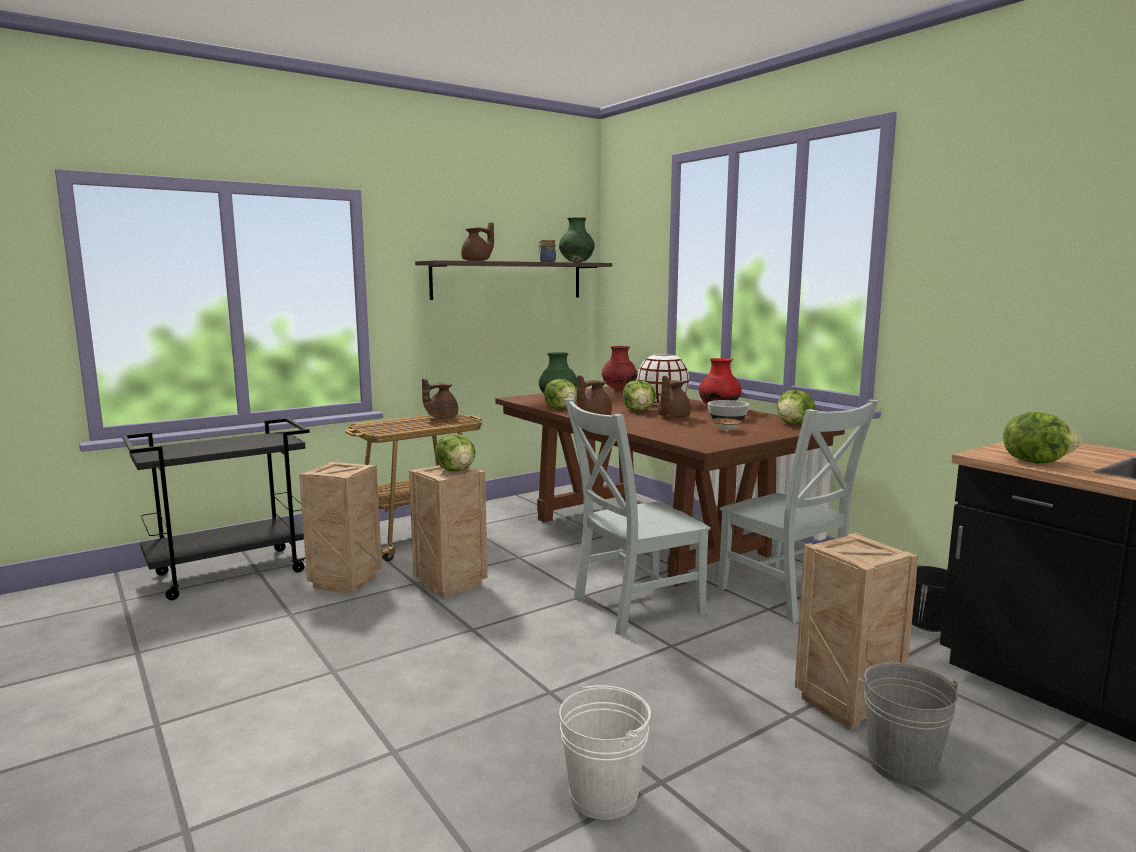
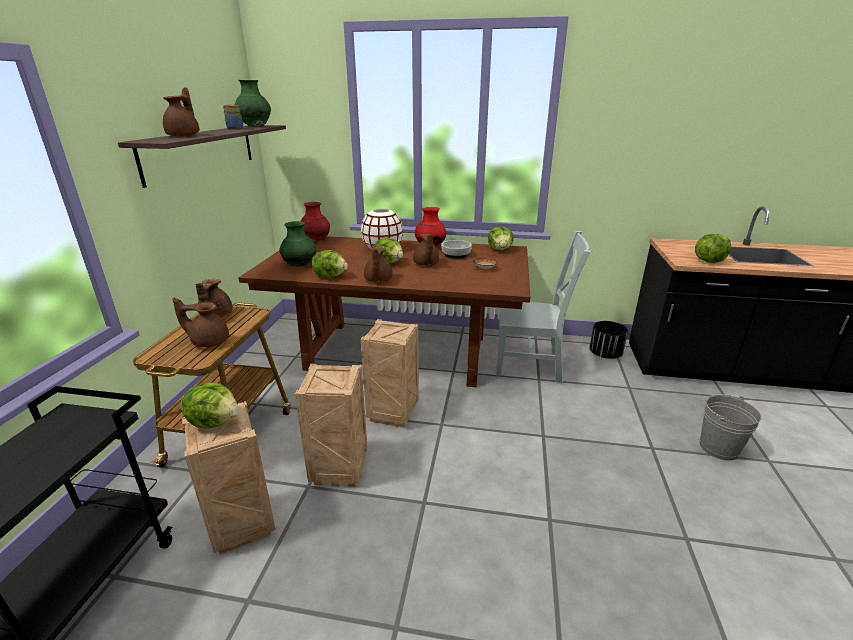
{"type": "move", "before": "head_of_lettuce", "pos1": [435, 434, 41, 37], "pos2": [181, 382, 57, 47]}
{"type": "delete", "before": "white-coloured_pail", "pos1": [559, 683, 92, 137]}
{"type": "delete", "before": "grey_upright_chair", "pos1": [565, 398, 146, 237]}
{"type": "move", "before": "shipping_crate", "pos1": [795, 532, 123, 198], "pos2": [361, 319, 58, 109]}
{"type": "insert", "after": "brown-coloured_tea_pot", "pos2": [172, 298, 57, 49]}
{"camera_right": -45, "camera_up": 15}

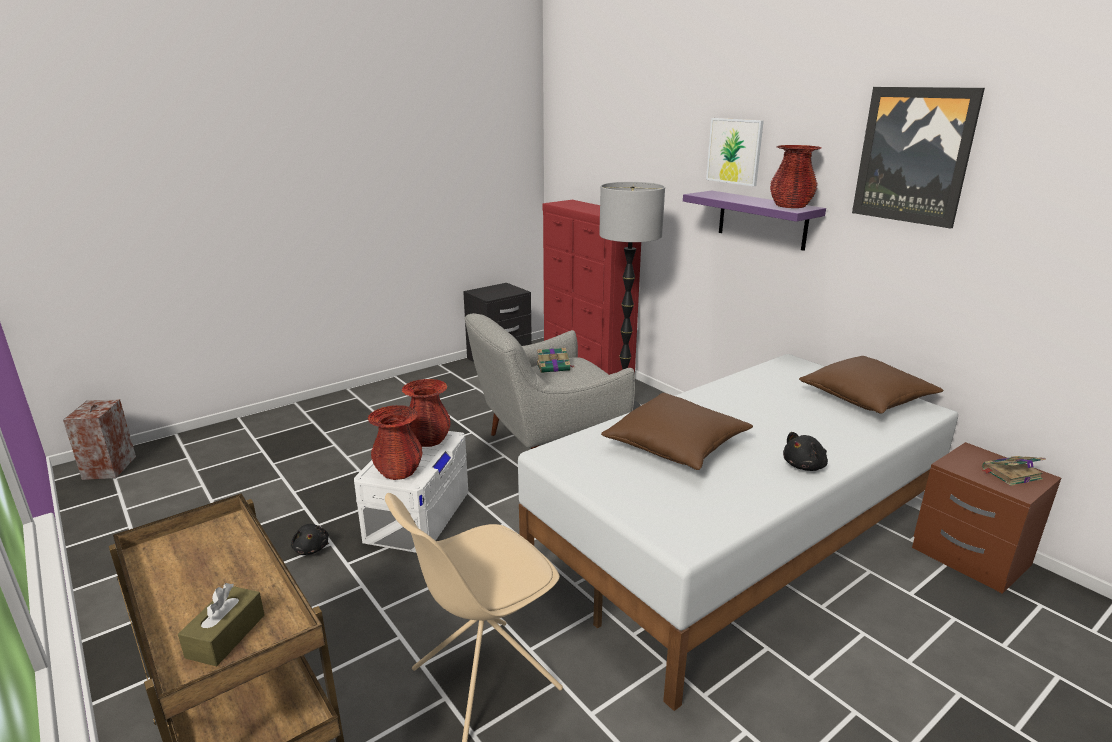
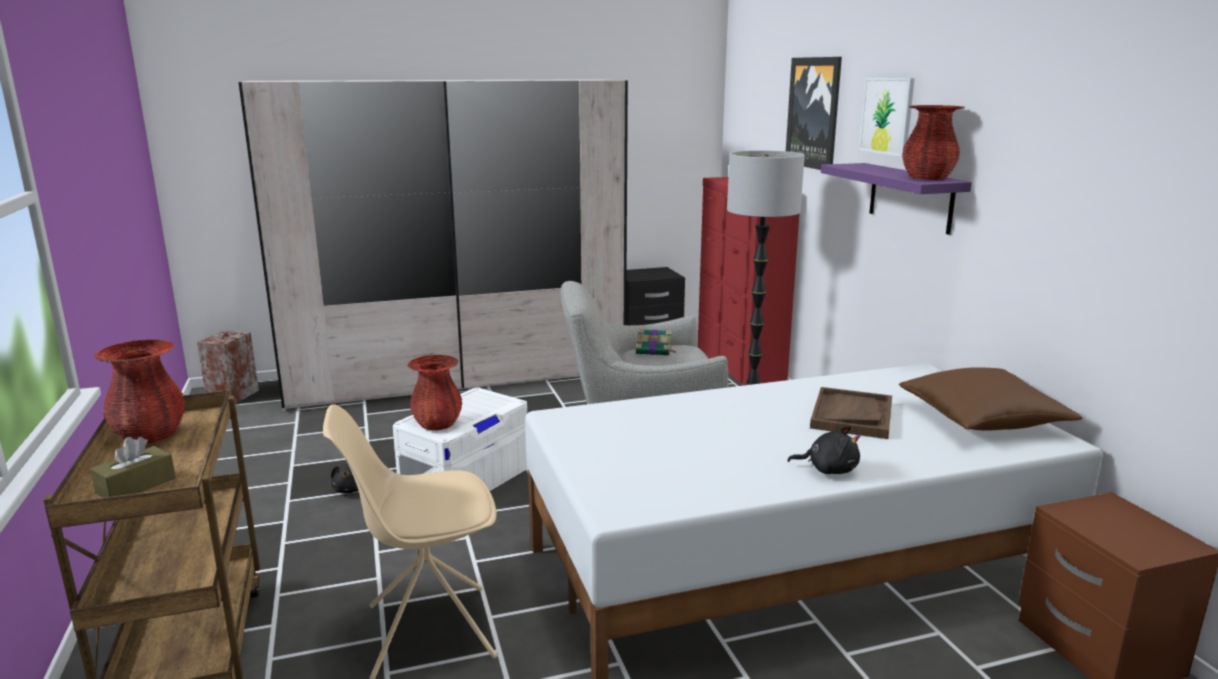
{"type": "move", "before": "reddish_decorative_vase", "pos1": [402, 379, 49, 68], "pos2": [94, 339, 91, 104]}
{"type": "delete", "before": "brown-coloured_cushion", "pos1": [601, 393, 152, 77]}
{"type": "rotate", "before": "blackish_soft_toy", "pos1": [783, 432, 45, 39], "pos2": [788, 426, 72, 48], "turn": -150}
{"type": "move", "before": "wall_art", "pos1": [852, 87, 133, 141], "pos2": [786, 57, 56, 113]}
{"type": "delete", "before": "volume", "pos1": [982, 456, 64, 30]}
{"type": "insert", "after": "white-coloured_clothes_cupboard", "pos2": [238, 79, 390, 332]}
{"type": "insert", "after": "brown-coloured_tray", "pos2": [810, 387, 82, 52]}
{"camera_right": 20, "camera_up": -5}

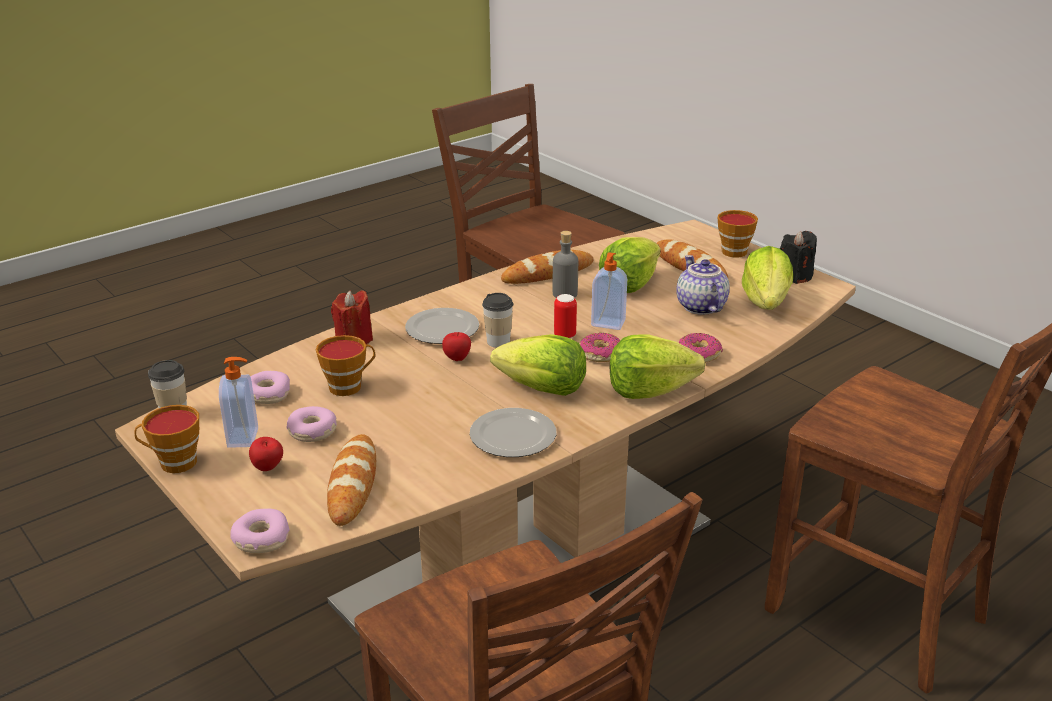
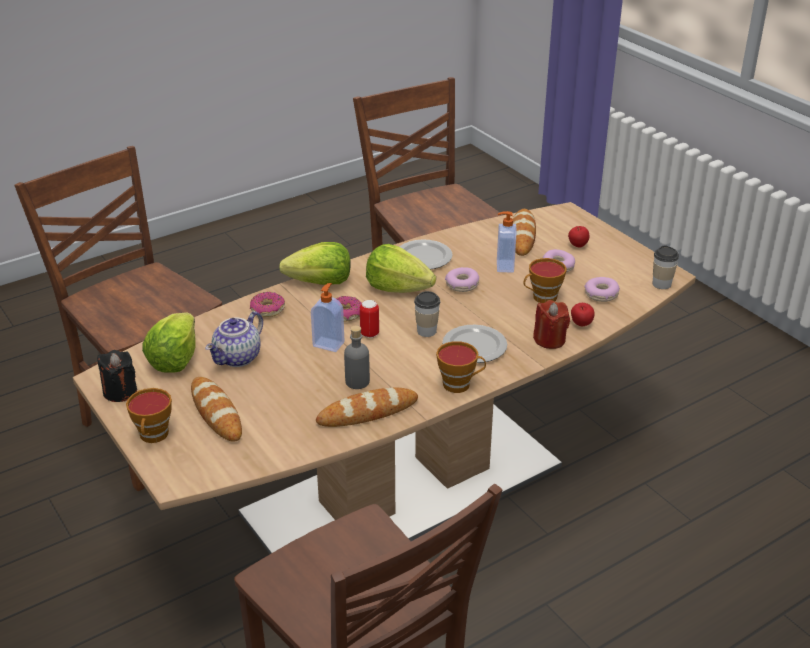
{"type": "move", "before": "cup", "pos1": [134, 405, 65, 68], "pos2": [436, 341, 50, 52]}
{"type": "move", "before": "soap_dispenser", "pos1": [219, 357, 39, 91], "pos2": [497, 211, 19, 62]}
{"type": "move", "before": "doughnut", "pos1": [230, 508, 60, 45], "pos2": [445, 267, 34, 25]}
{"type": "move", "before": "apple", "pos1": [442, 332, 29, 29], "pos2": [571, 303, 24, 23]}
{"type": "delete", "before": "head_of_lettuce", "pos1": [599, 237, 62, 56]}
{"type": "rotate", "before": "tea_pot", "pos1": [676, 255, 54, 60], "pos2": [205, 311, 58, 56], "turn": 45}
{"camera_right": -175, "camera_up": 5}

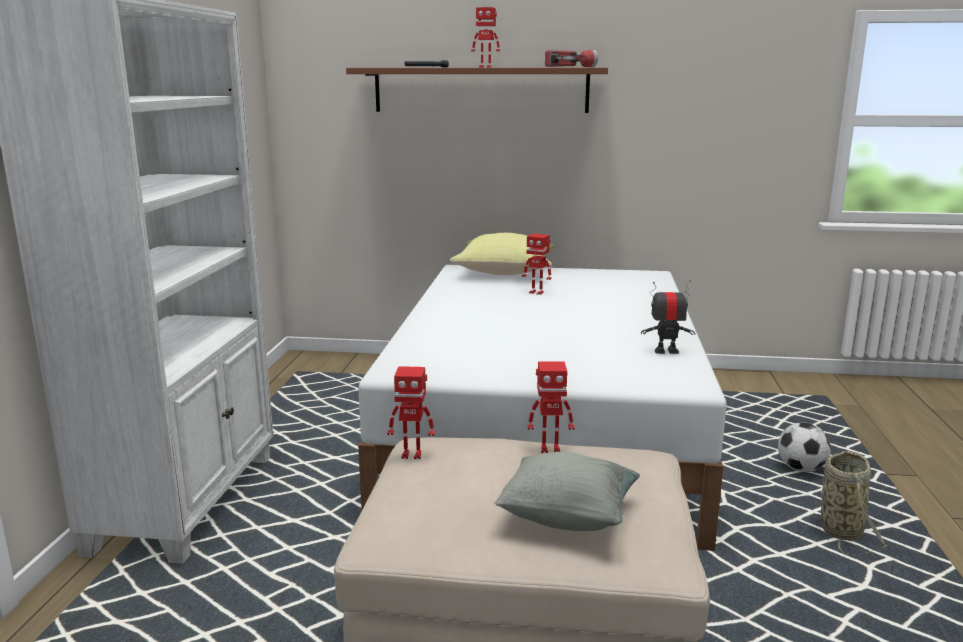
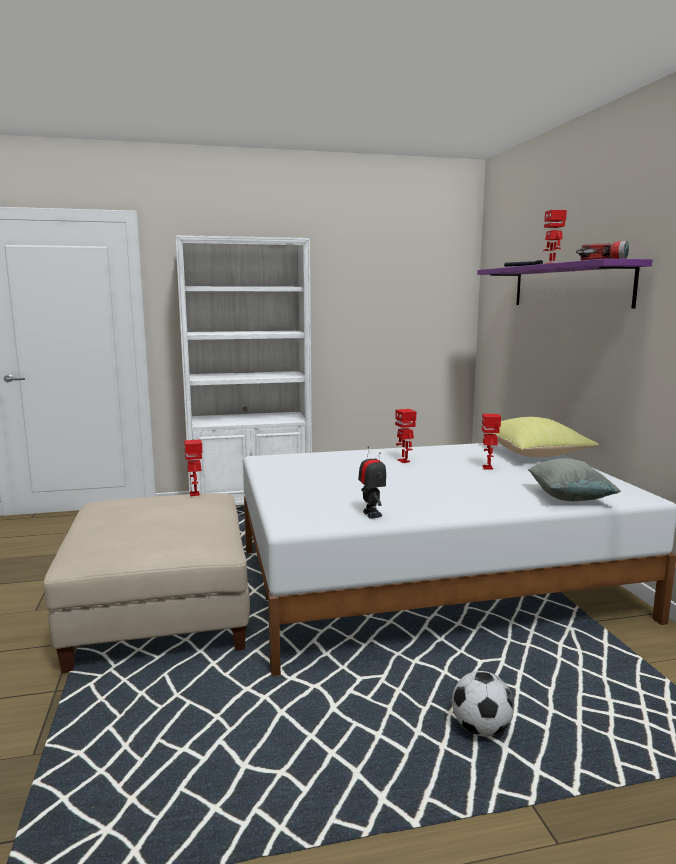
{"type": "recolor", "before": "brown-coloured_bracket_shelf", "after": "purplish_bracket_shelf", "pos1": [346, 68, 262, 45], "pos2": [477, 259, 175, 50]}
{"type": "move", "before": "grey_cushion", "pos1": [494, 452, 146, 79], "pos2": [528, 458, 93, 43]}
{"type": "move", "before": "model_robot", "pos1": [528, 362, 47, 91], "pos2": [395, 409, 21, 54]}
{"type": "delete", "before": "storage_basket", "pos1": [821, 451, 66, 104]}
{"camera_right": 70, "camera_up": -5}

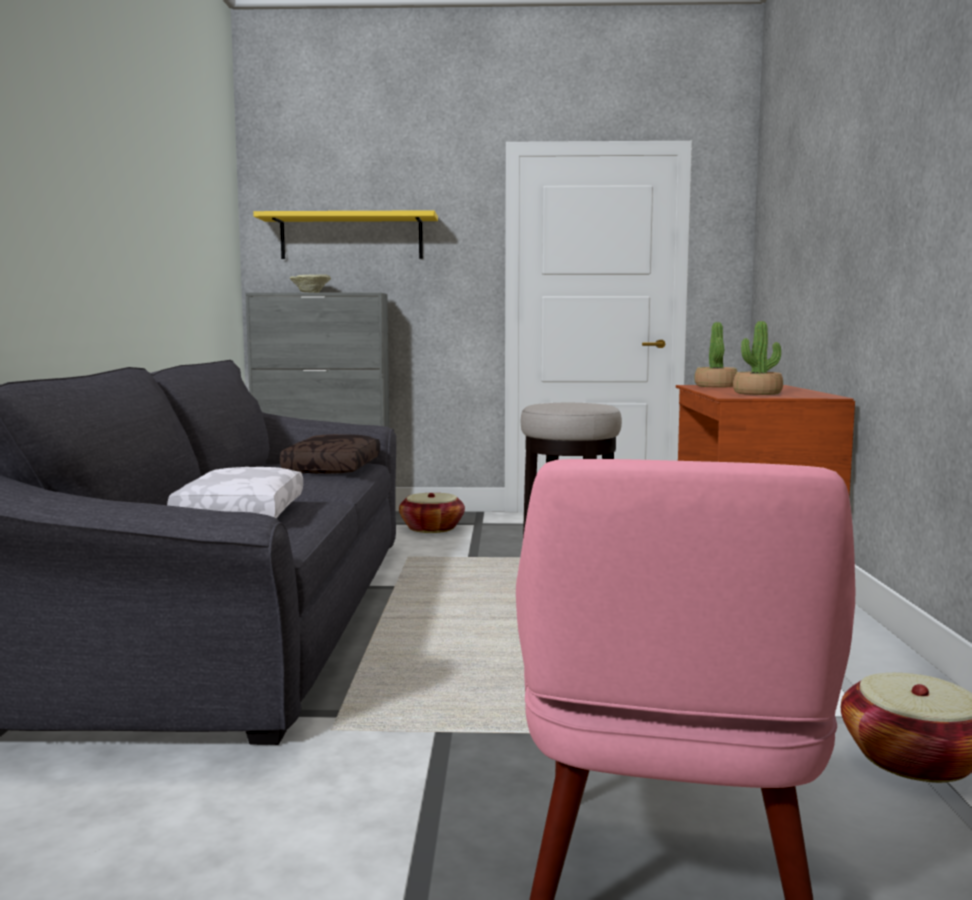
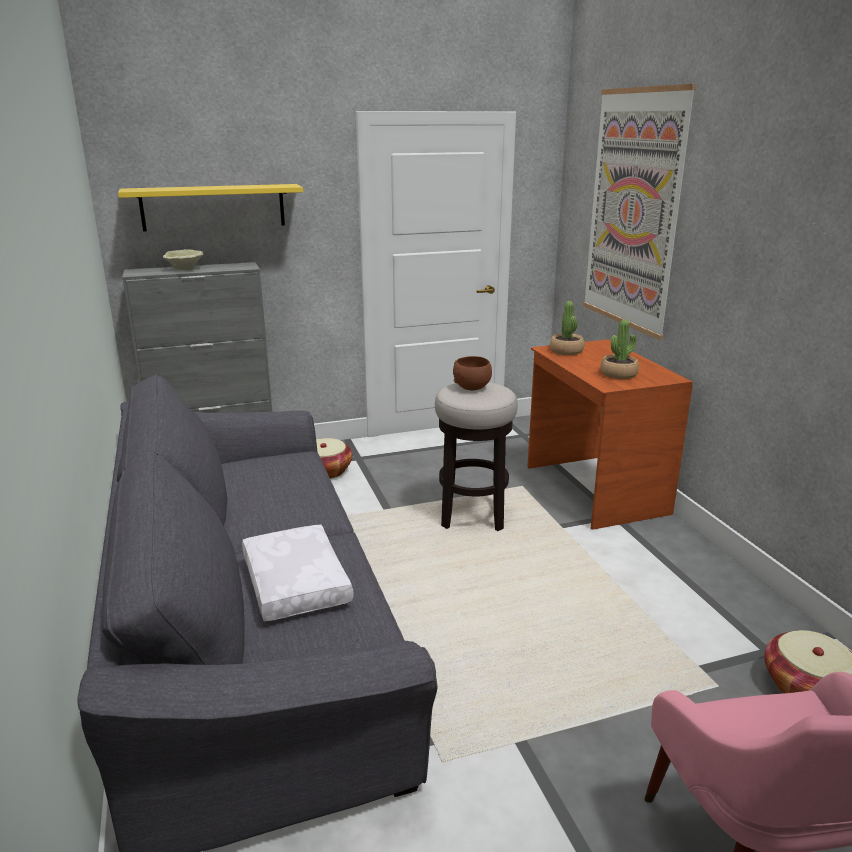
{"type": "delete", "before": "brown-coloured_cushion", "pos1": [280, 434, 100, 40]}
{"type": "insert", "after": "brown-coloured_deep_dish", "pos2": [453, 356, 39, 34]}
{"type": "insert", "after": "wall_art", "pos2": [583, 84, 113, 256]}
{"camera_right": -20, "camera_up": 15}

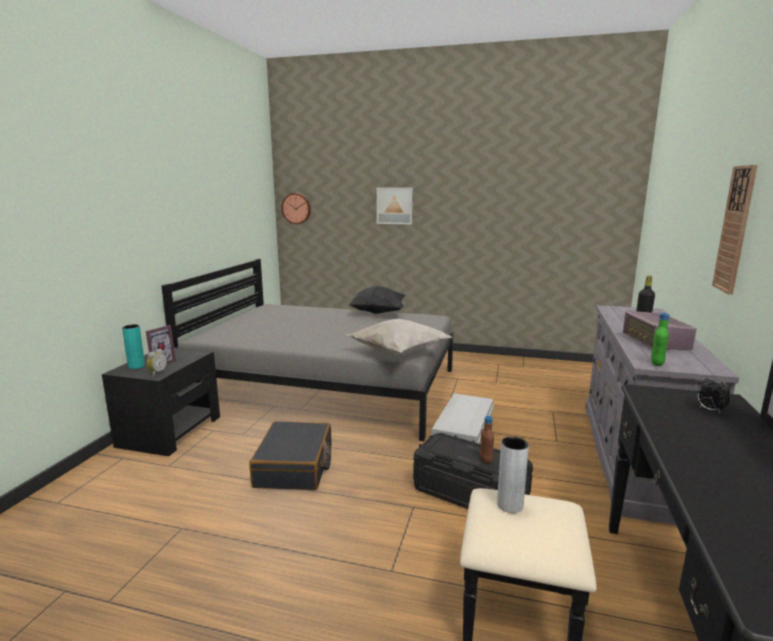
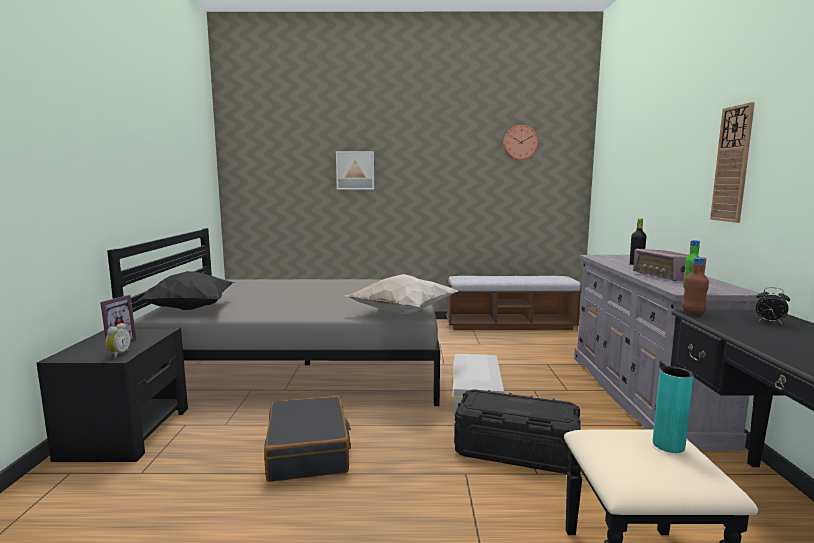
{"type": "move", "before": "turquoise-coloured_decorative_vase", "pos1": [122, 324, 23, 45], "pos2": [653, 366, 41, 87]}
{"type": "move", "before": "clock_on_the_wall", "pos1": [281, 193, 30, 31], "pos2": [504, 125, 34, 35]}
{"type": "move", "before": "blackish_cushion", "pos1": [348, 286, 58, 28], "pos2": [138, 271, 97, 39]}
{"type": "move", "before": "brown-coloured_bottle", "pos1": [480, 416, 14, 48], "pos2": [682, 257, 27, 58]}
{"type": "delete", "before": "grey_decorative_vase", "pos1": [497, 437, 32, 76]}
{"type": "insert", "after": "long_seat", "pos2": [446, 276, 136, 54]}
{"camera_right": -15, "camera_up": -5}

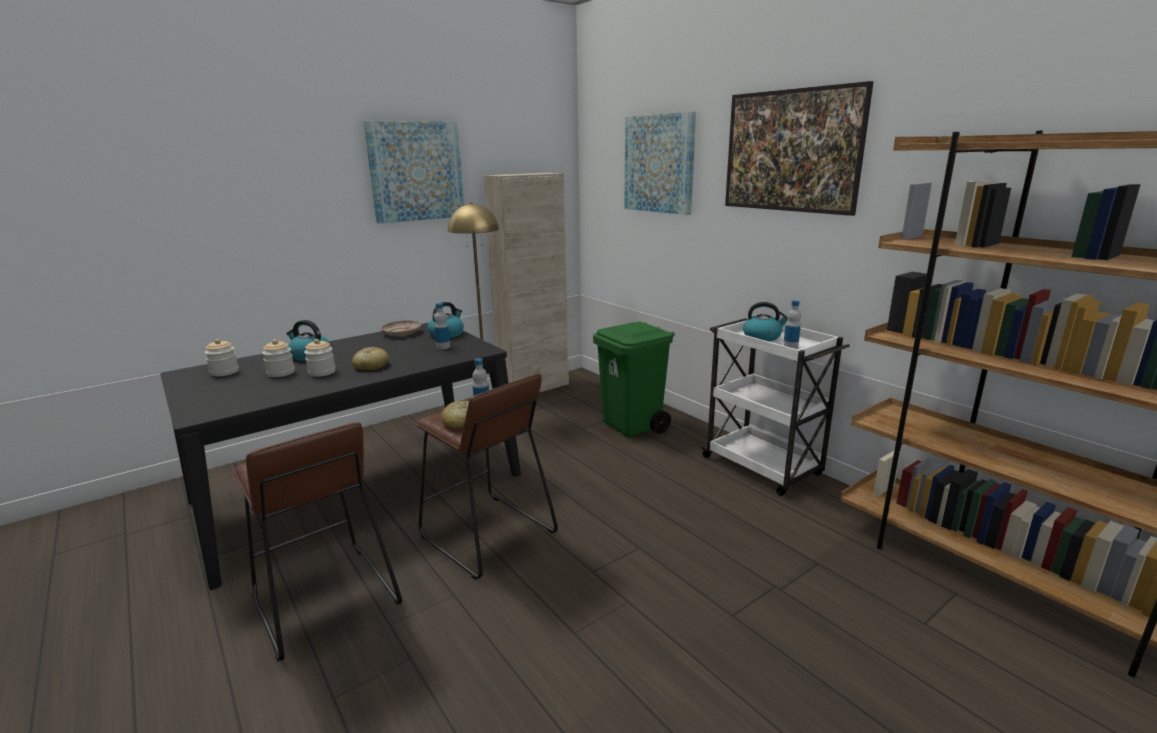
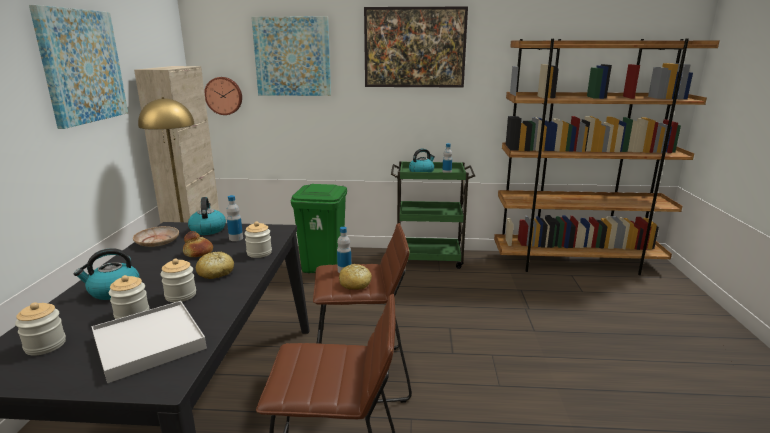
{"type": "recolor", "before": "white-coloured_wheeled_cart", "after": "green-coloured_wheeled_cart", "pos1": [700, 318, 150, 178], "pos2": [391, 161, 84, 108]}
{"type": "insert", "after": "white-coloured_tray", "pos2": [92, 301, 115, 82]}
{"type": "insert", "after": "bread", "pos2": [183, 231, 30, 26]}
{"type": "insert", "after": "clock_on_the_wall", "pos2": [204, 77, 38, 38]}
{"type": "insert", "after": "jar", "pos2": [244, 222, 28, 36]}
{"camera_right": -50, "camera_up": 0}

